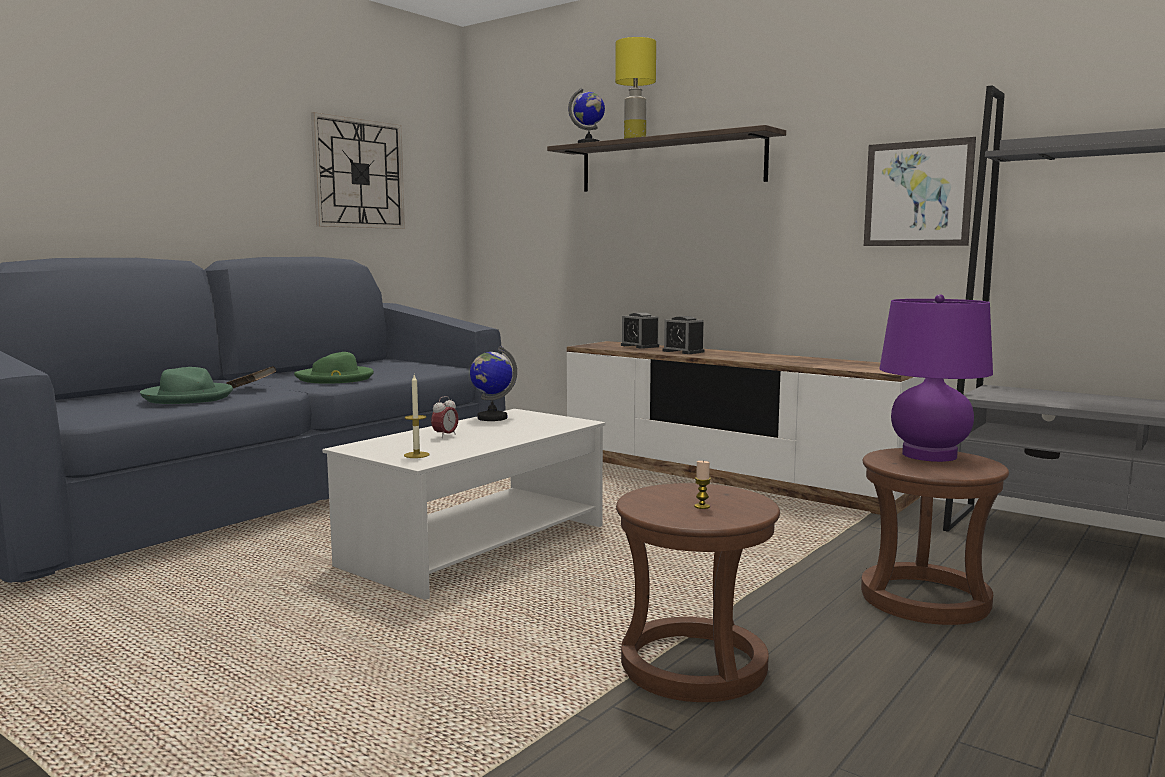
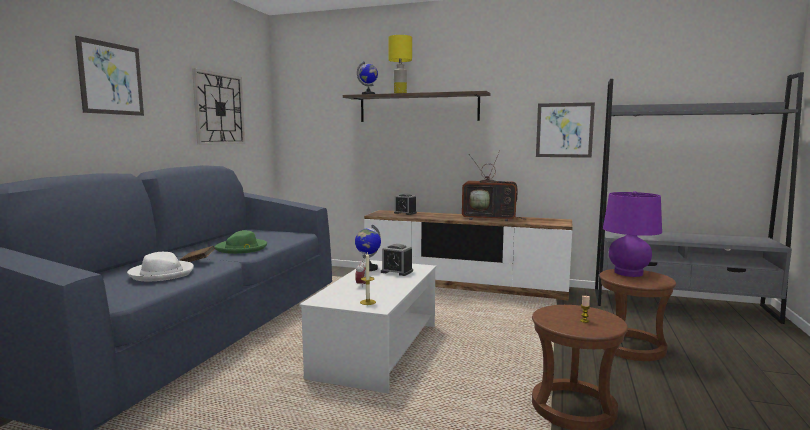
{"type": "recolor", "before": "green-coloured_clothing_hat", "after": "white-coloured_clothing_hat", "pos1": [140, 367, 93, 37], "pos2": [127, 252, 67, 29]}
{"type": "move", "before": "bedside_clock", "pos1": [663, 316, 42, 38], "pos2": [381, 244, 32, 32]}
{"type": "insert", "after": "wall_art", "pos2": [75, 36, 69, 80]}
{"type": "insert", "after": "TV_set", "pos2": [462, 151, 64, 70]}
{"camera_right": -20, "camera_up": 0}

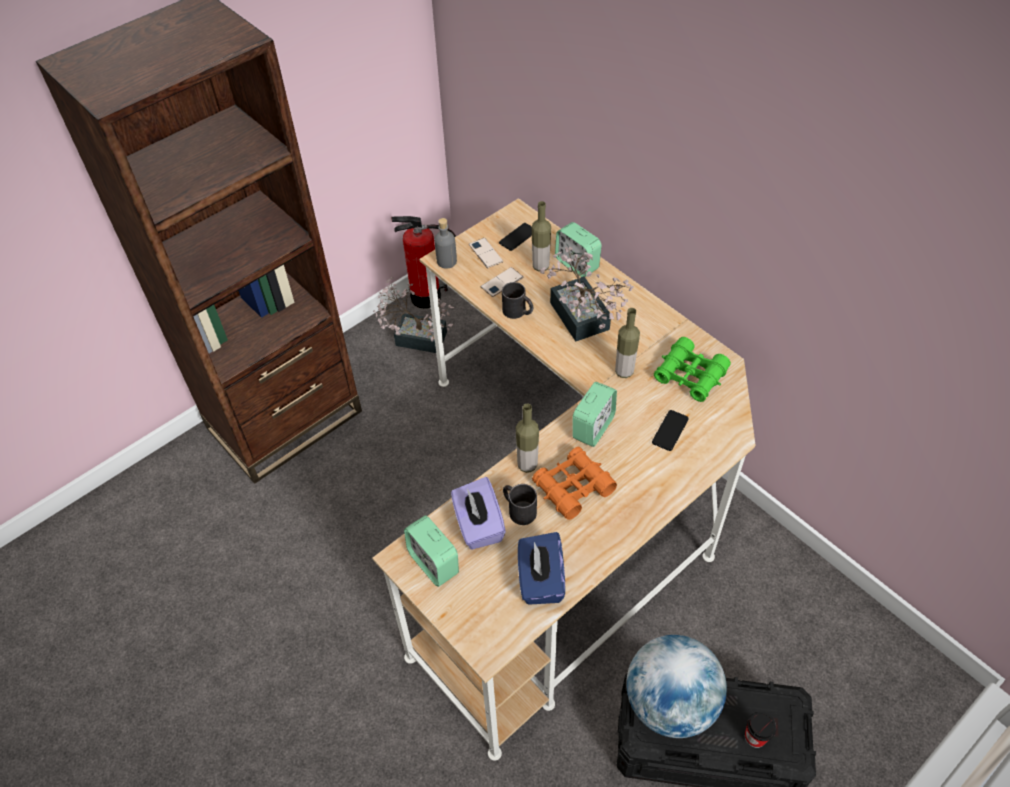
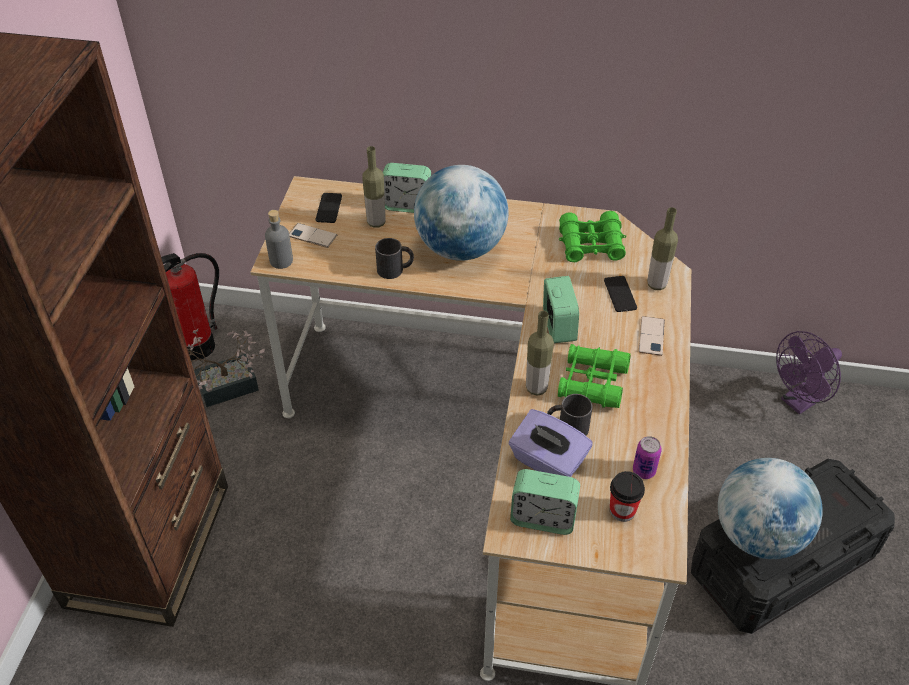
{"type": "move", "before": "telephone", "pos1": [481, 267, 42, 30], "pos2": [639, 316, 26, 40]}
{"type": "replace", "before": "bluish_tissue_box", "after": "metal_can", "pos1": [518, 532, 47, 73], "pos2": [633, 436, 29, 43]}
{"type": "recolor", "before": "orange_field_glasses", "after": "green-coloured_field_glasses", "pos1": [532, 447, 85, 73], "pos2": [558, 344, 73, 64]}
{"type": "replace", "before": "plant_in_a_pot", "after": "globe", "pos1": [540, 247, 94, 95], "pos2": [414, 165, 94, 96]}
{"type": "move", "before": "bottle", "pos1": [615, 308, 25, 70], "pos2": [647, 207, 31, 83]}
{"type": "move", "before": "cup", "pos1": [745, 711, 31, 37], "pos2": [610, 471, 35, 51]}
{"type": "insert", "after": "purplish_fan", "pos2": [776, 331, 66, 83]}
{"camera_right": -40, "camera_up": -5}

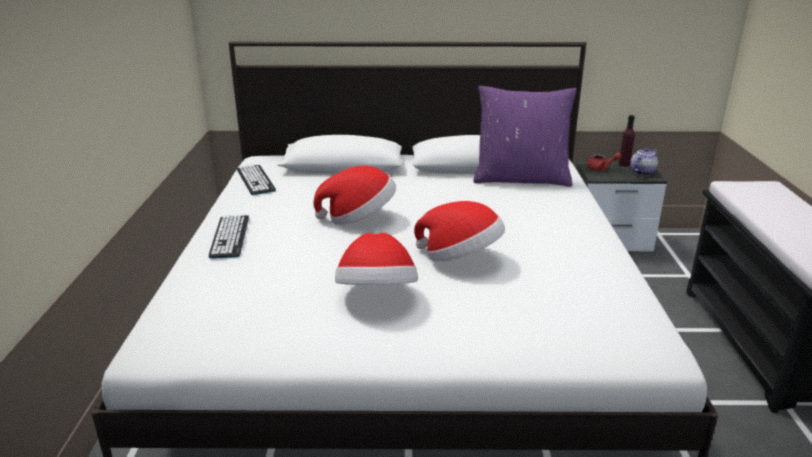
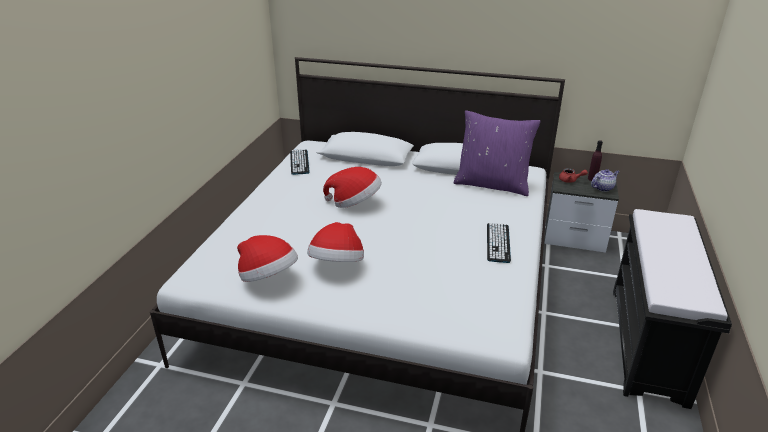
{"type": "move", "before": "PC_keyboard", "pos1": [209, 215, 40, 44], "pos2": [487, 223, 24, 40]}
{"type": "move", "before": "clothing_hat", "pos1": [414, 201, 91, 61], "pos2": [237, 235, 61, 47]}
{"camera_right": 15, "camera_up": 5}

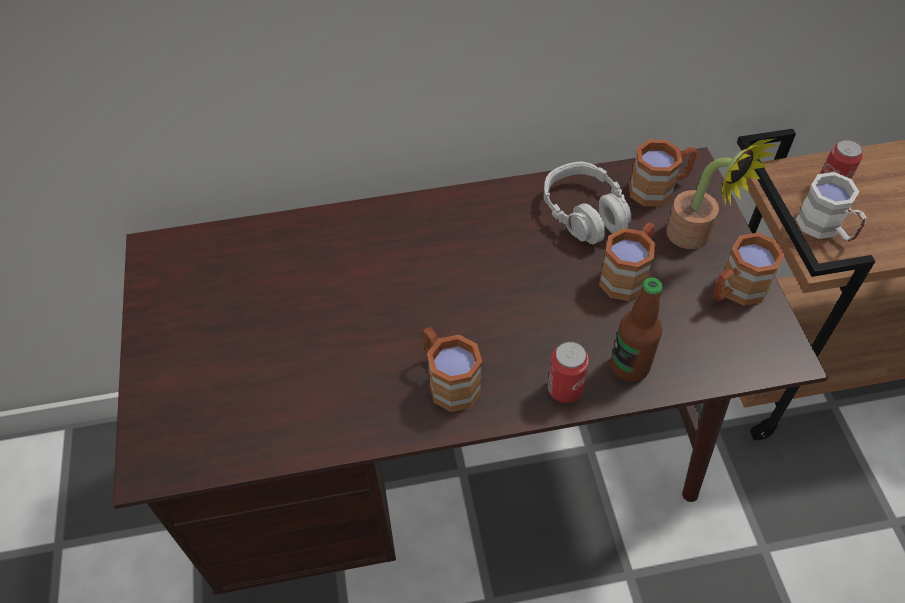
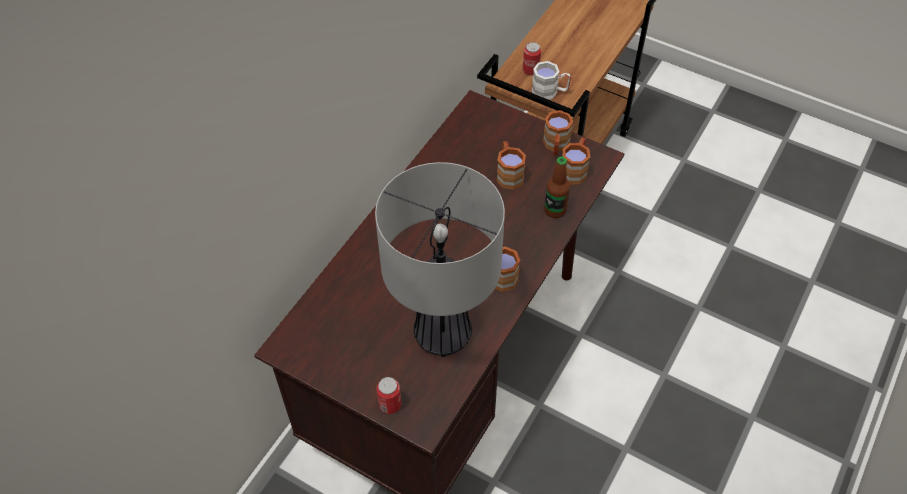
{"type": "delete", "before": "grey_headset", "pos1": [544, 162, 87, 82]}
{"type": "move", "before": "metal_can", "pos1": [548, 341, 41, 62], "pos2": [376, 377, 25, 37]}
{"type": "move", "before": "brown-coloured_mug", "pos1": [629, 140, 68, 67], "pos2": [562, 138, 28, 47]}
{"type": "delete", "before": "plant_in_a_pot", "pos1": [666, 138, 111, 111]}
{"type": "insert", "after": "table_lamp", "pos2": [375, 162, 130, 195]}
{"camera_right": -50, "camera_up": 0}

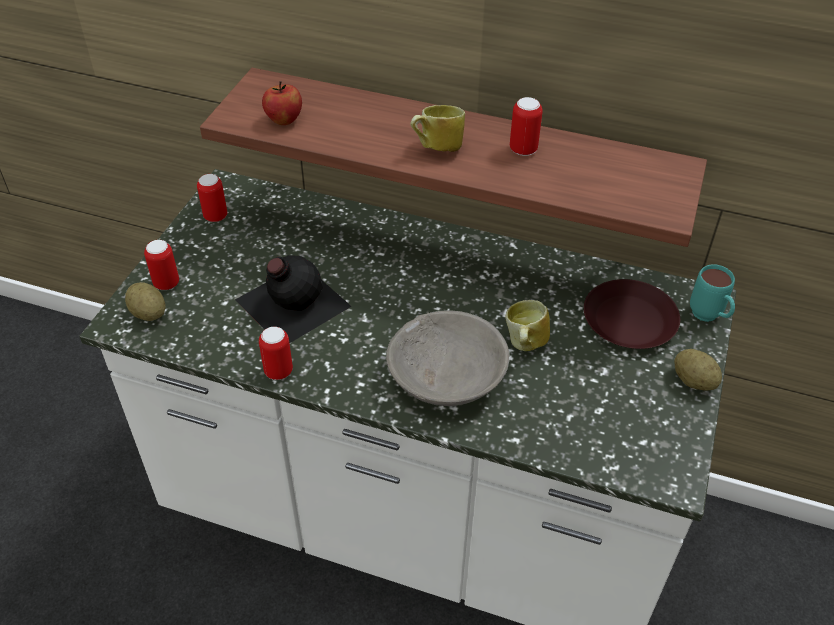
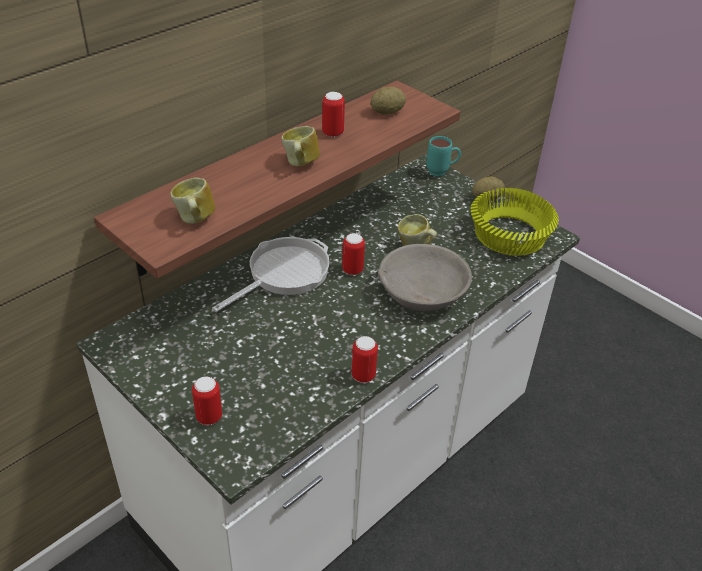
{"type": "move", "before": "spud", "pos1": [125, 282, 40, 39], "pos2": [371, 87, 35, 28]}
{"type": "move", "before": "metal_can", "pos1": [197, 174, 30, 48], "pos2": [342, 233, 23, 42]}
{"type": "delete", "before": "blackish_bottle", "pos1": [235, 255, 117, 88]}
{"type": "replace", "before": "apple", "after": "mug", "pos1": [262, 81, 40, 44], "pos2": [170, 178, 45, 46]}
{"type": "delete", "before": "brown-coloured_plate", "pos1": [584, 279, 96, 70]}
{"type": "insert", "after": "skillet", "pos2": [212, 237, 118, 75]}
{"type": "insert", "after": "yellow_deep_dish", "pos2": [471, 188, 88, 68]}
{"camera_right": -65, "camera_up": -5}

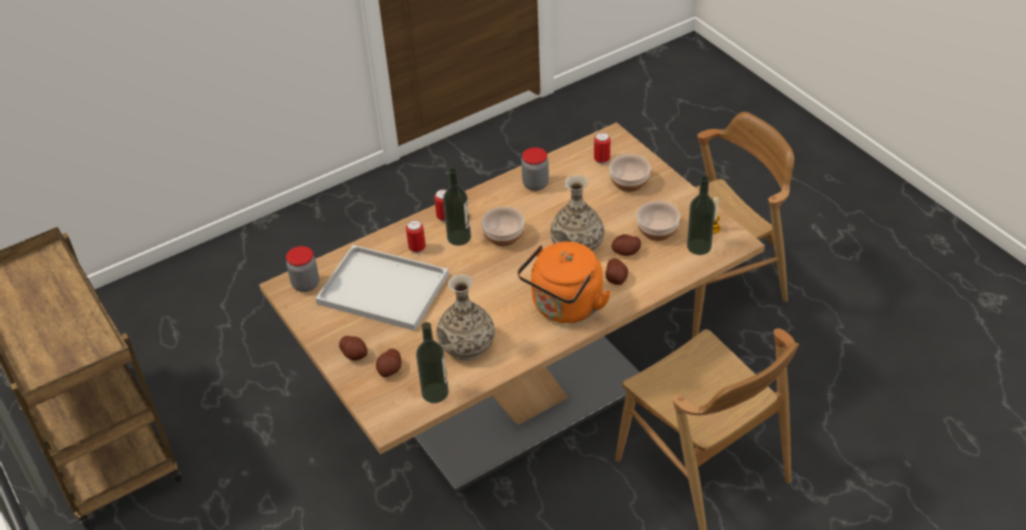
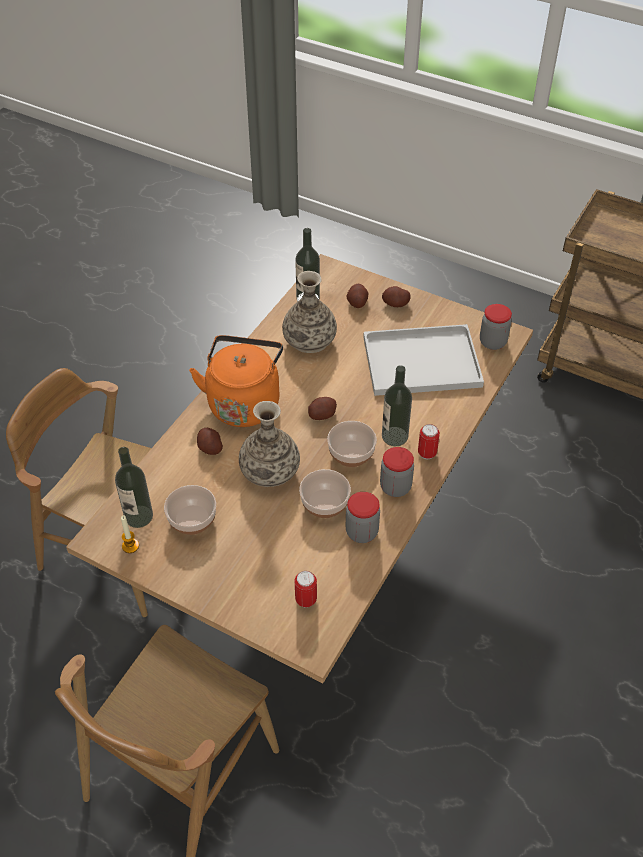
{"type": "delete", "before": "metal_can", "pos1": [406, 220, 20, 33]}
{"type": "move", "before": "deep_dish", "pos1": [609, 154, 42, 38], "pos2": [299, 469, 52, 49]}
{"type": "move", "before": "spud", "pos1": [611, 234, 30, 22], "pos2": [308, 397, 29, 23]}
{"type": "insert", "after": "jar", "pos2": [380, 447, 34, 50]}
{"camera_right": 150, "camera_up": 5}

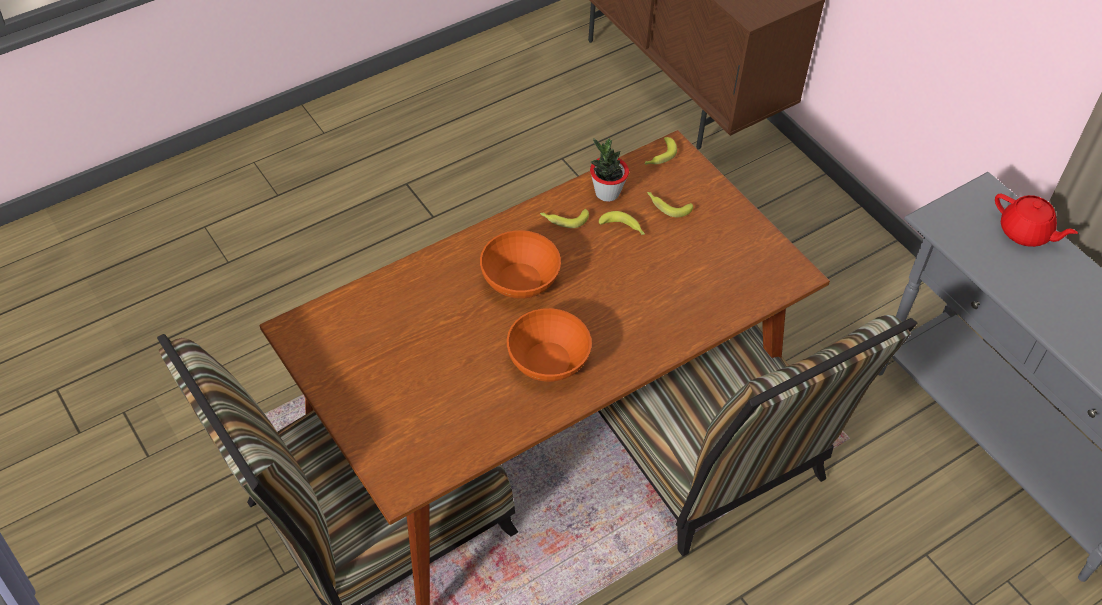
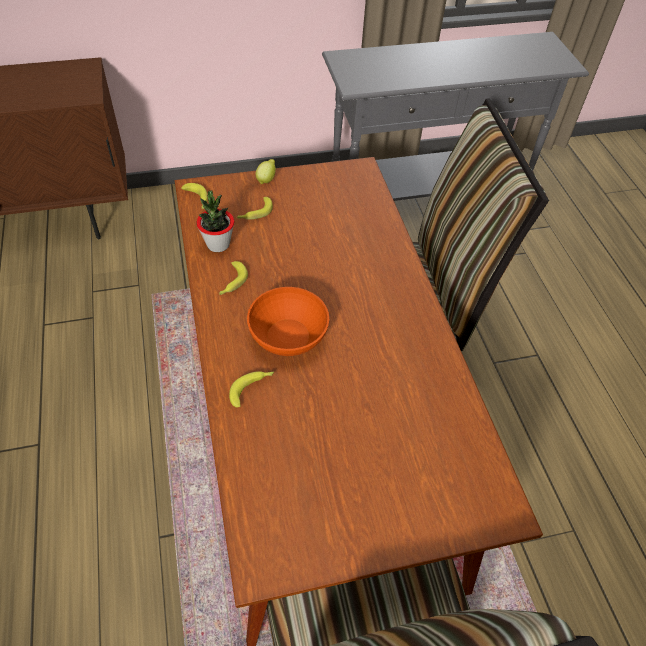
{"type": "delete", "before": "orange_deep_dish", "pos1": [507, 308, 85, 74]}
{"type": "move", "before": "whole_banana", "pos1": [599, 211, 46, 24], "pos2": [229, 371, 45, 37]}
{"type": "delete", "before": "reddish_tea_pot", "pos1": [995, 194, 83, 53]}
{"type": "insert", "after": "lemon", "pos2": [256, 159, 20, 25]}
{"camera_right": -70, "camera_up": 0}

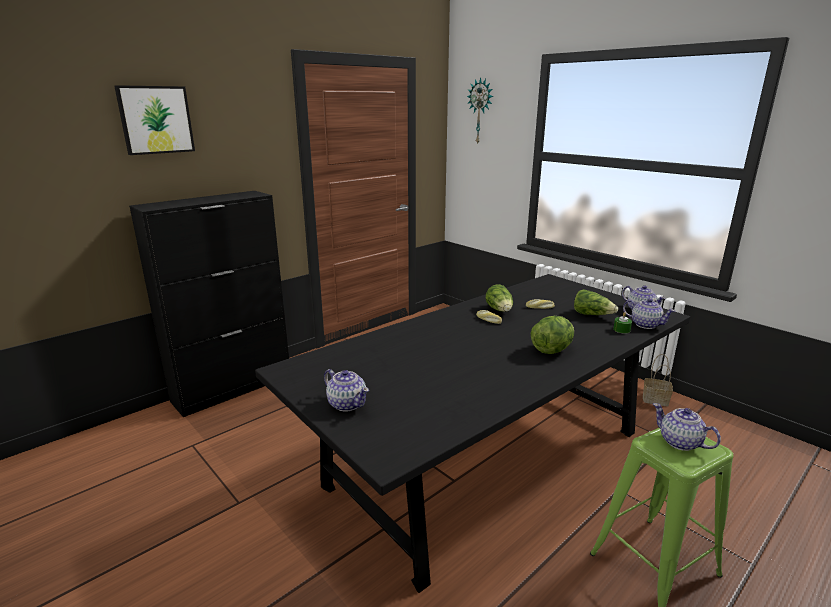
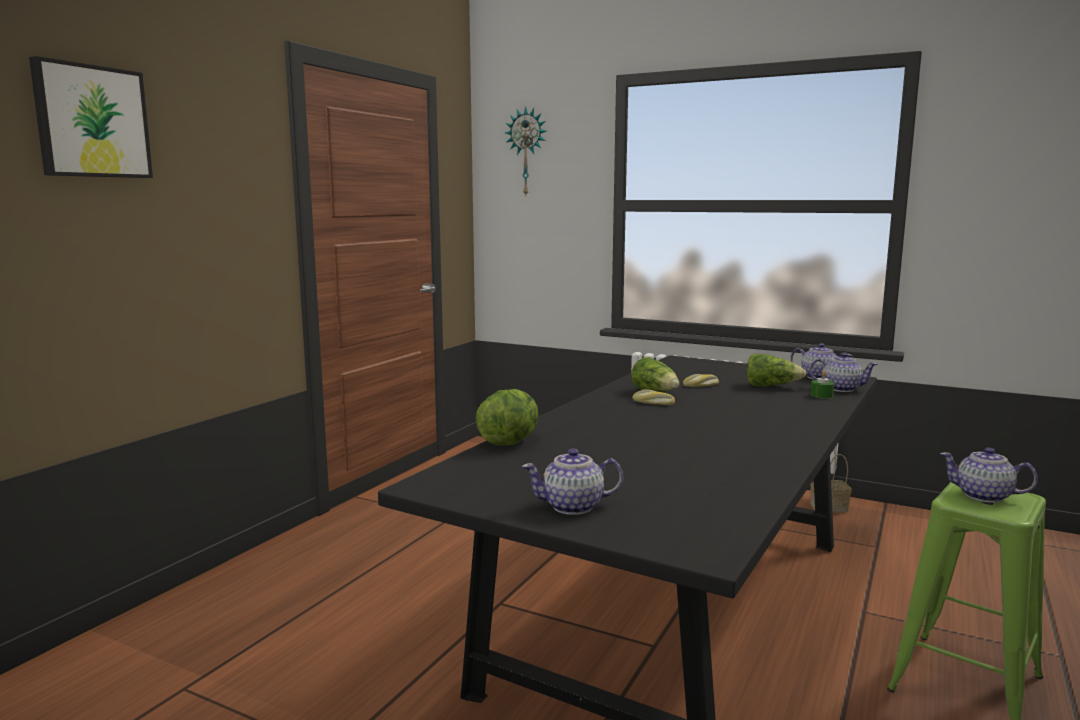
{"type": "delete", "before": "blackish_storage_cabinet", "pos1": [129, 191, 160, 226]}
{"type": "rotate", "before": "tea_pot", "pos1": [324, 369, 45, 42], "pos2": [522, 449, 101, 66], "turn": 150}
{"type": "move", "before": "head_of_lettuce", "pos1": [531, 316, 43, 38], "pos2": [476, 389, 62, 57]}
{"camera_right": -20, "camera_up": -10}

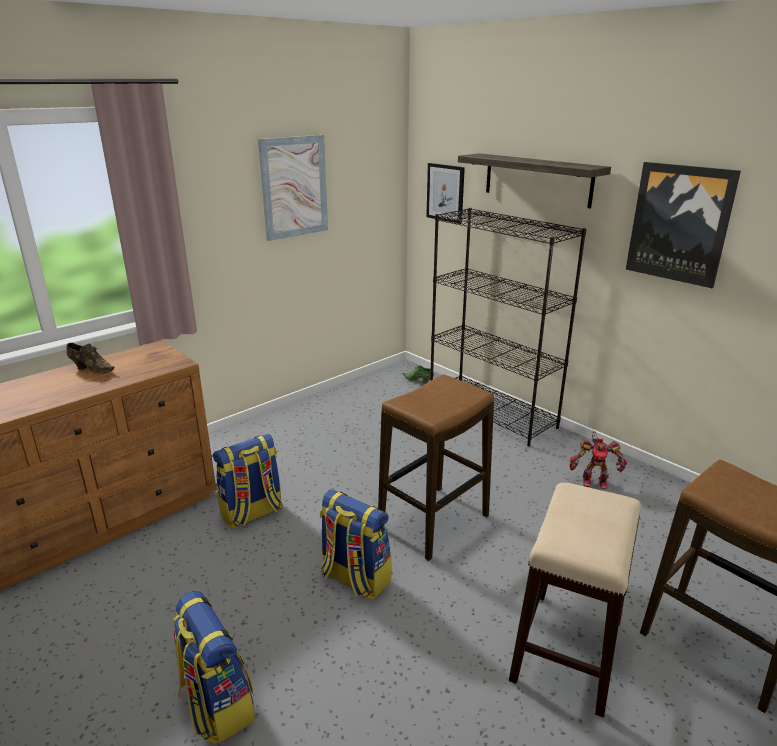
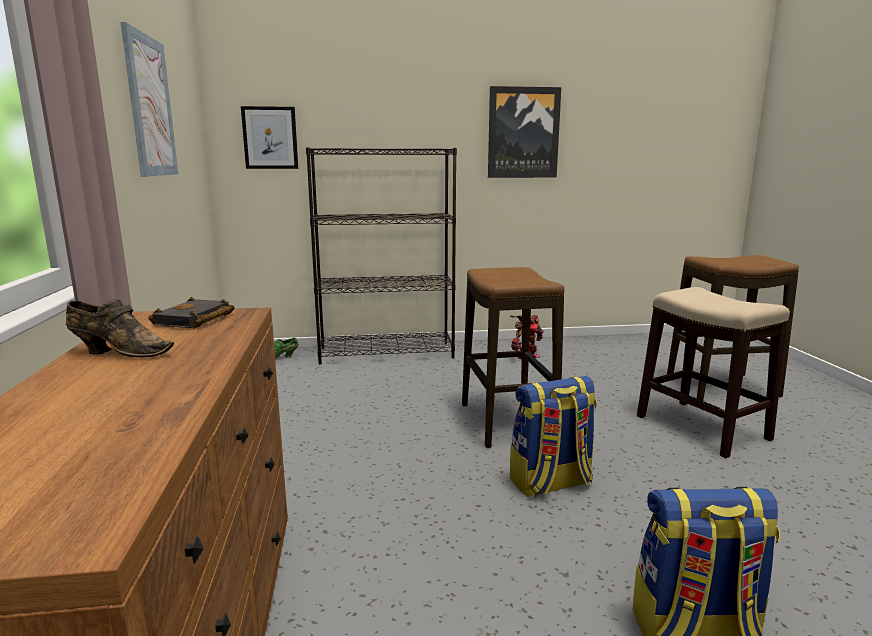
{"type": "rotate", "before": "brown-coloured_low_shoe", "pos1": [66, 343, 48, 31], "pos2": [66, 298, 108, 59], "turn": 45}
{"type": "delete", "before": "backpack", "pos1": [213, 434, 70, 95]}
{"type": "delete", "before": "bracket_shelf", "pos1": [458, 153, 153, 55]}
{"type": "insert", "after": "blackish_volume", "pos2": [148, 297, 87, 32]}
{"camera_right": -55, "camera_up": -10}

